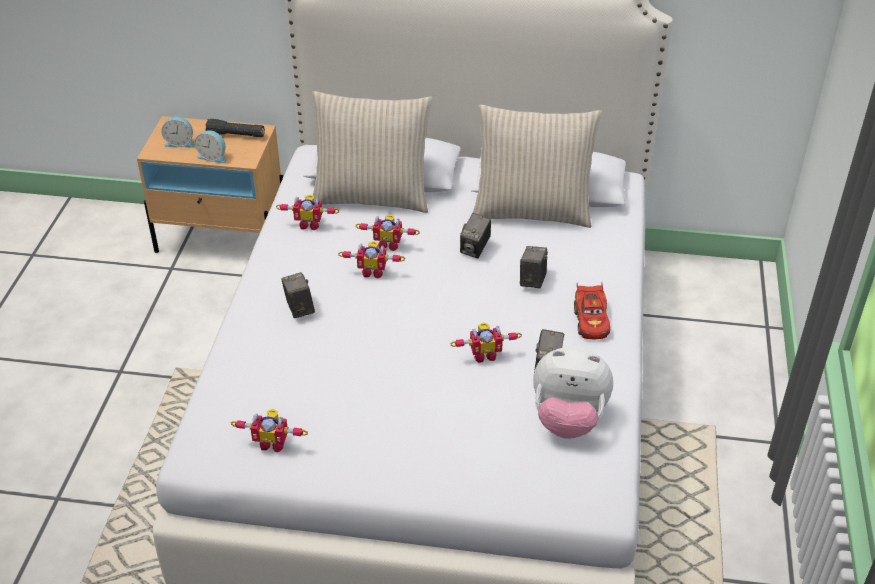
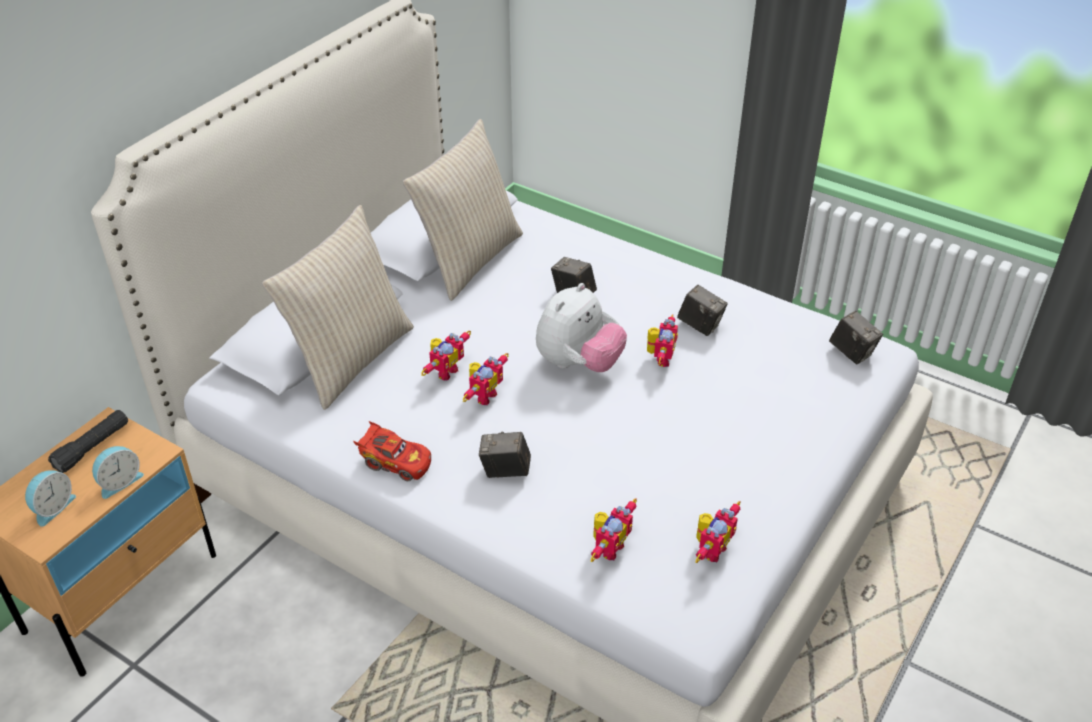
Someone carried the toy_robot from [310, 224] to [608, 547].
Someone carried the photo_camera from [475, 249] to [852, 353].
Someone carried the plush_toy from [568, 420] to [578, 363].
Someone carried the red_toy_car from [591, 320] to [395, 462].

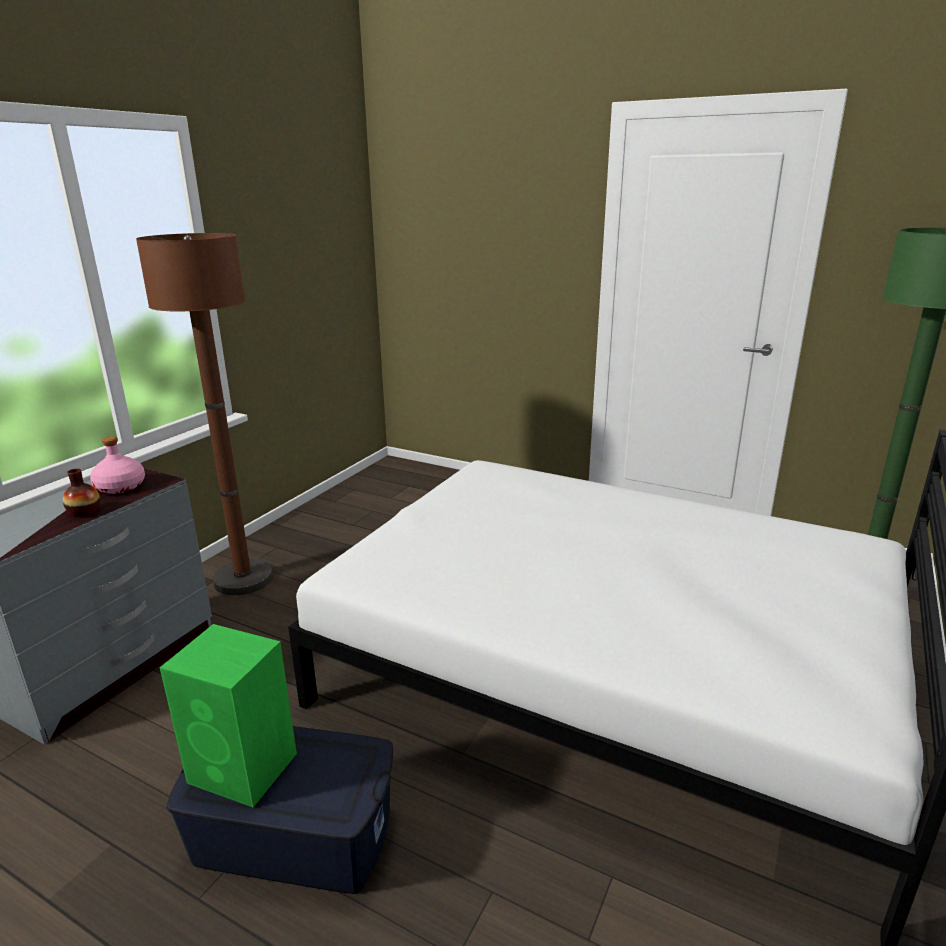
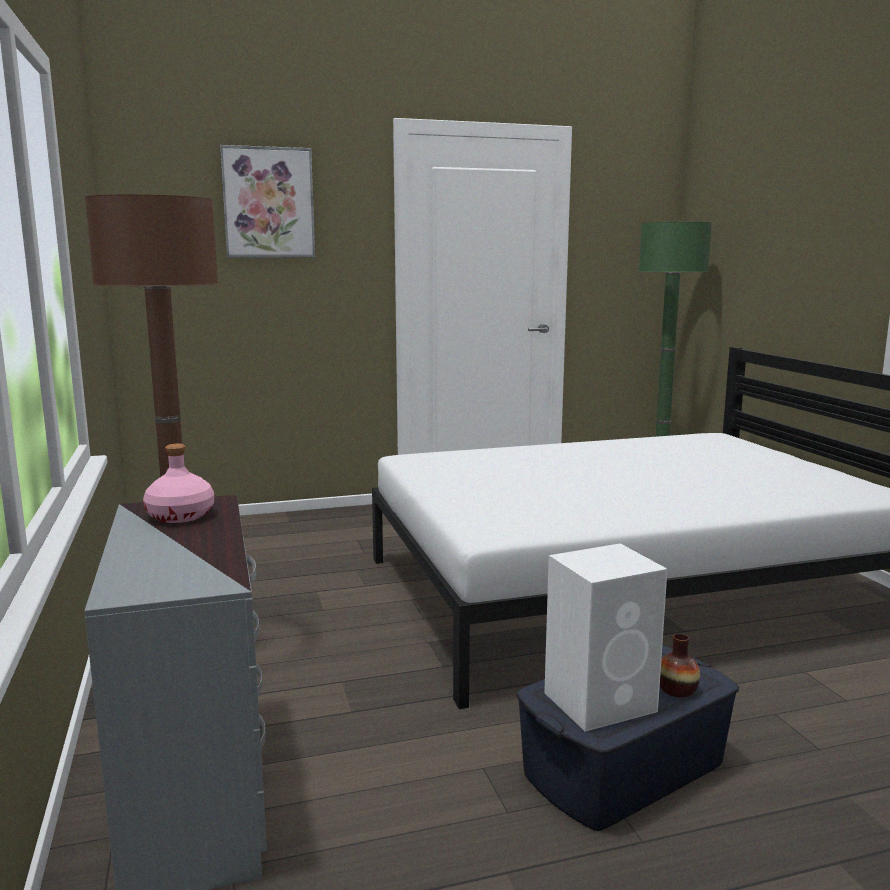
Someone carried the vase from [84, 512] to [677, 690].
Someone repainted the green_speaker at [245, 769], which became the white_speaker at [602, 701].
Someone put up the picture at [268, 203].

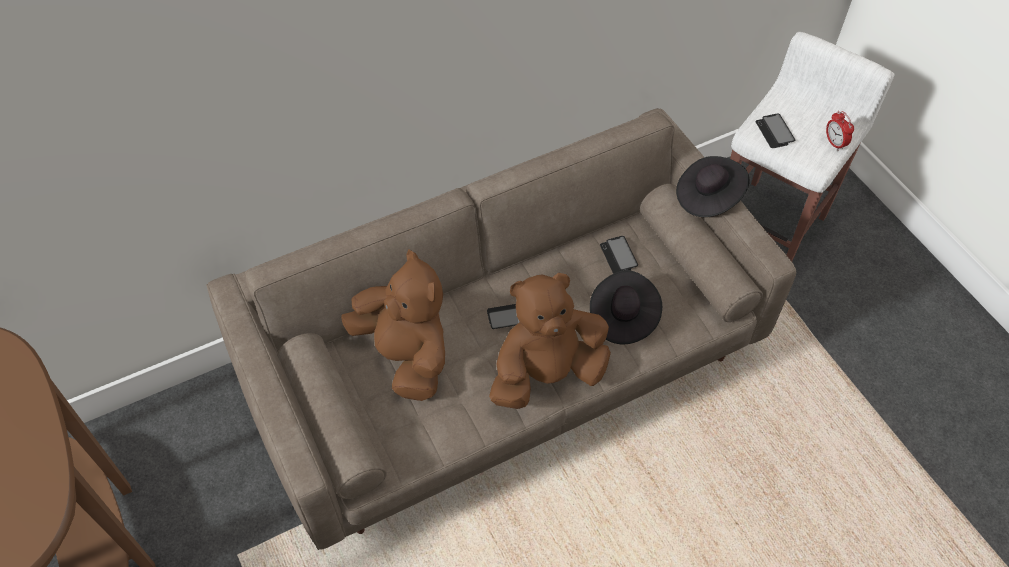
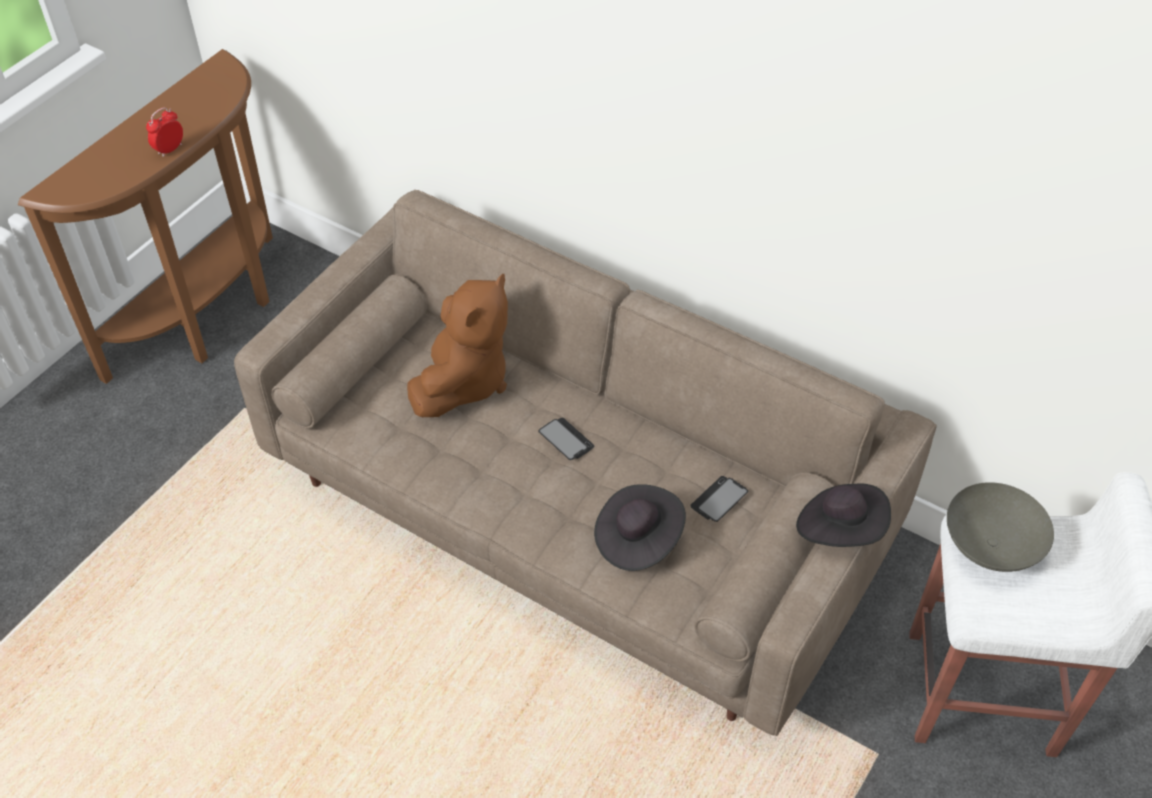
Someone took away the brown_plush_toy at [547, 374].
Someone swapped the phone at [774, 132] for the grey_bowl at [992, 547].
Someone carried the alarm_clock from [834, 143] to [170, 149].

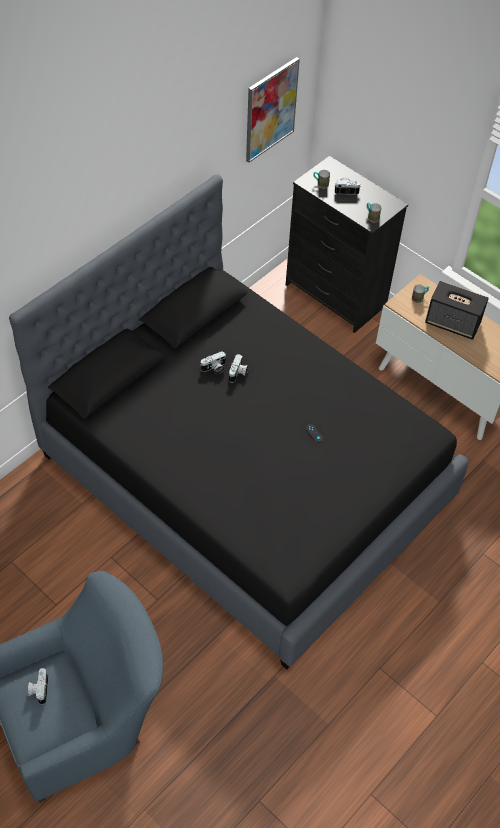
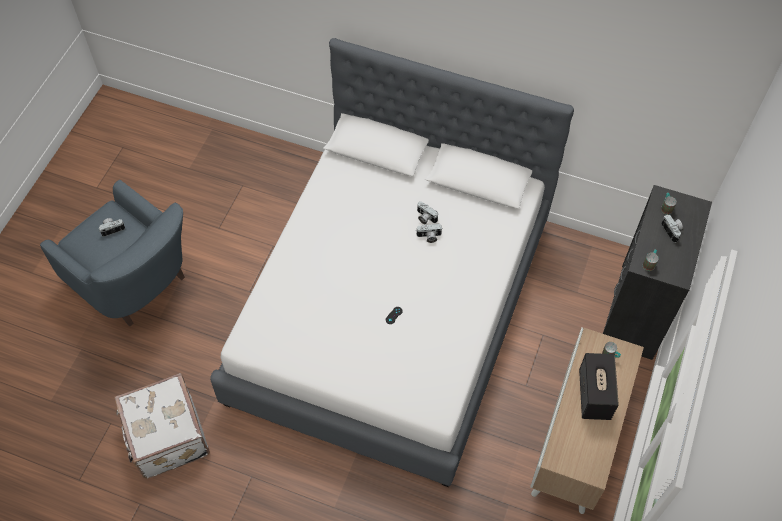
Someone repainted the black_bed at [246, 476], which became the white_bed at [391, 310].
Someone took away the picture at [270, 110].
Someone put down the white_suitcase at [166, 437].

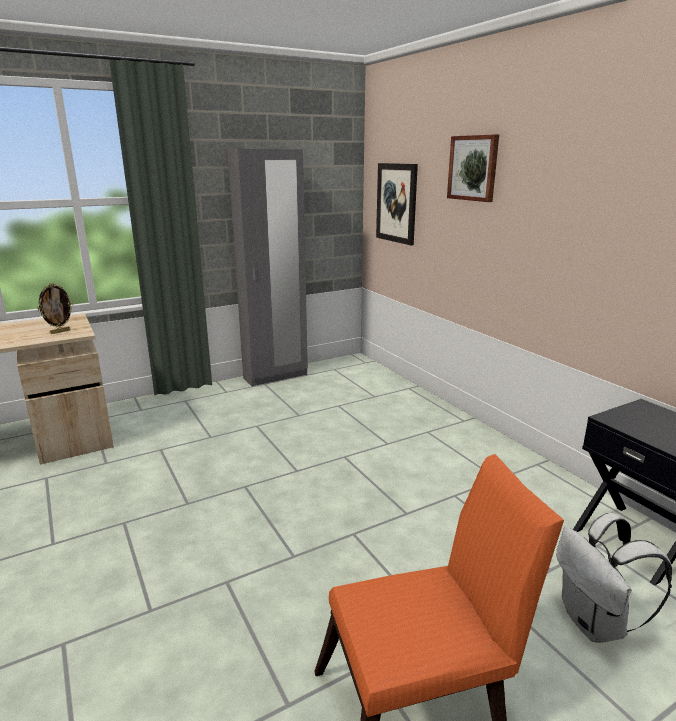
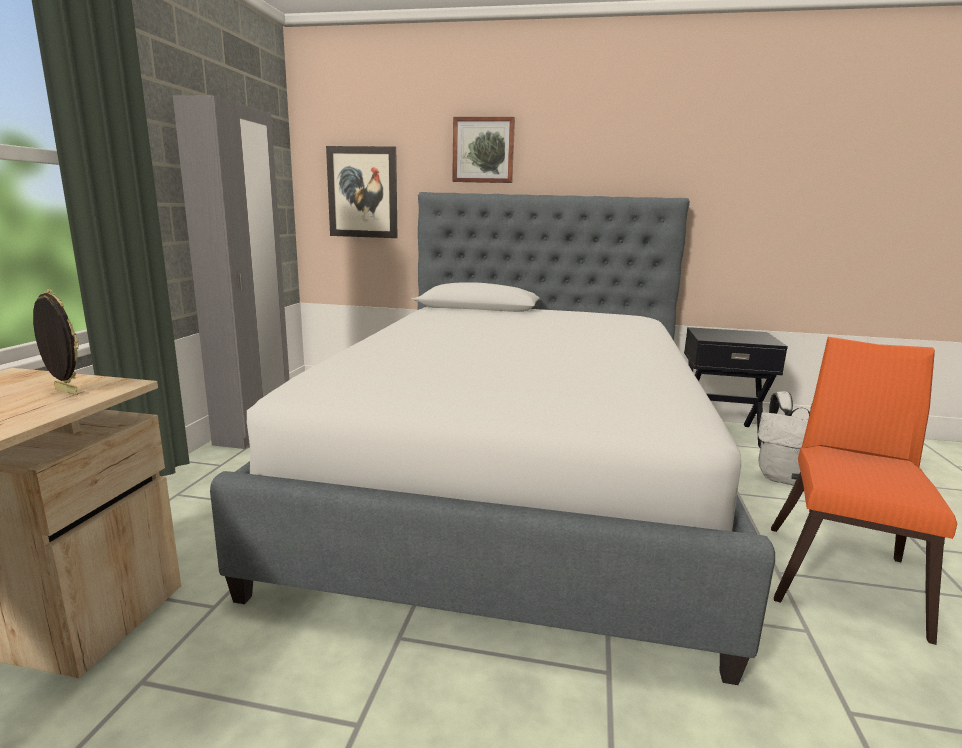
Someone rotated the picture_frame at [60, 332] by 60 degrees counterclockwise.
Someone put down the bed at [514, 480].

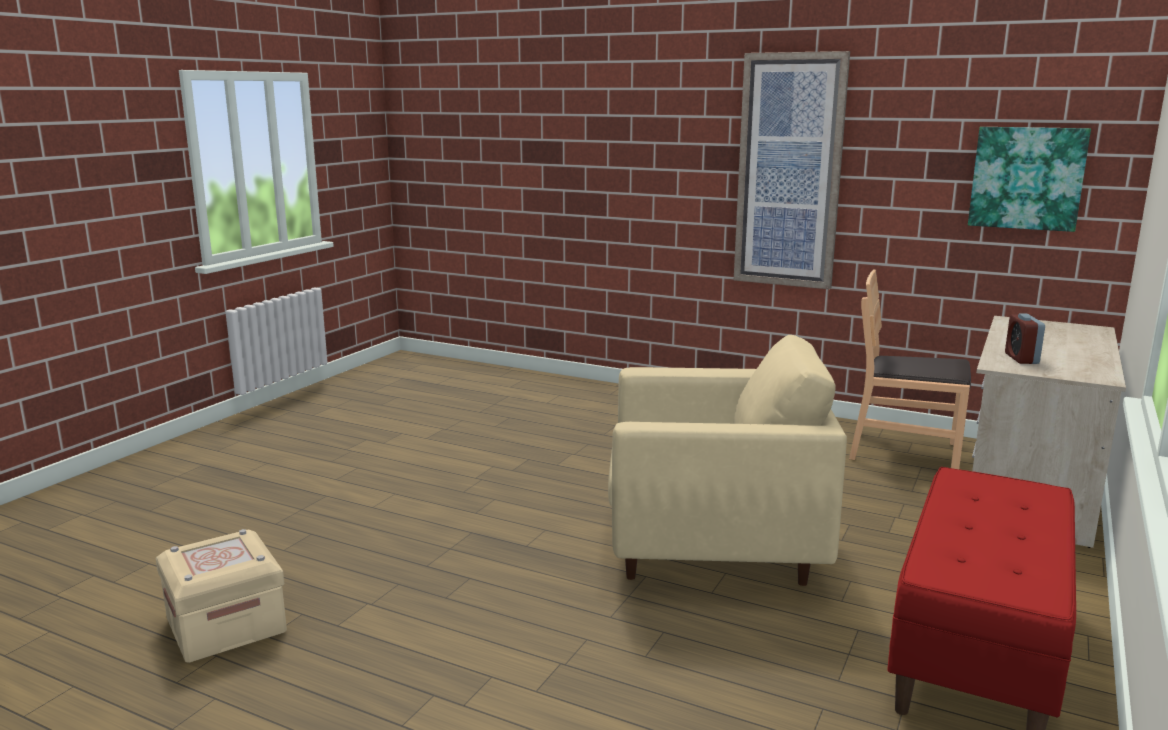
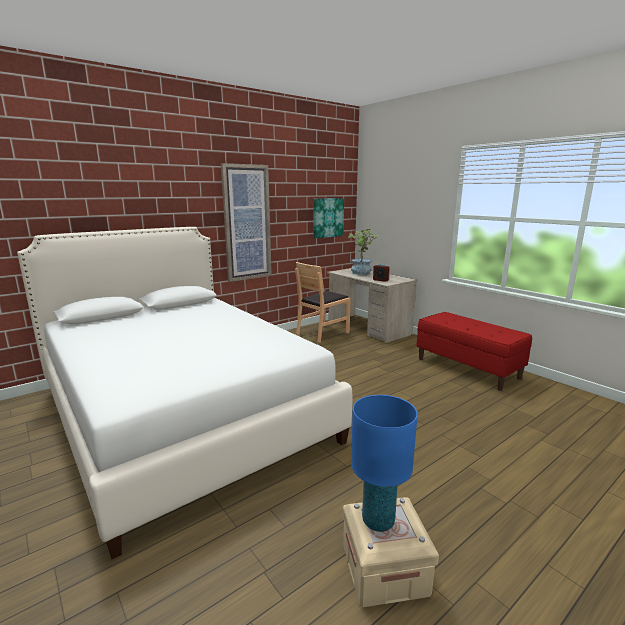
Someone took away the beige_armchair at [712, 550].
Someone put down the white_bed at [182, 413].
Someone put down the potted_plant at [362, 273].
Someone put down the blue_table_lamp at [378, 520].

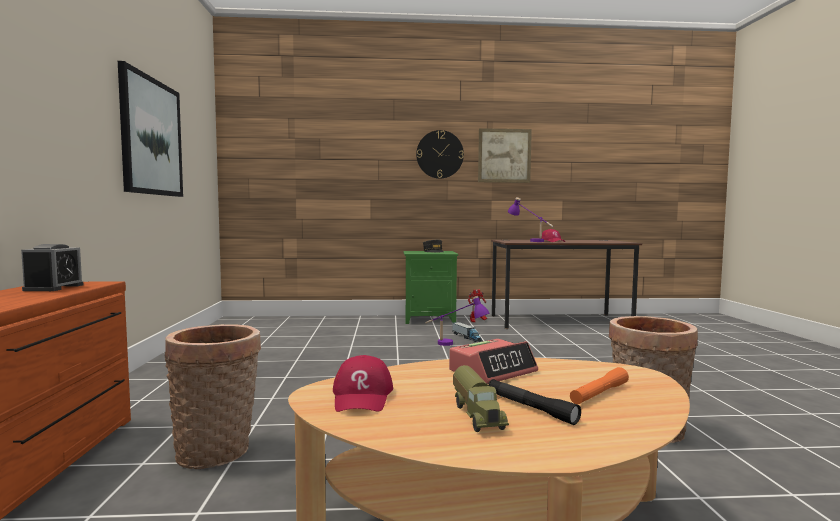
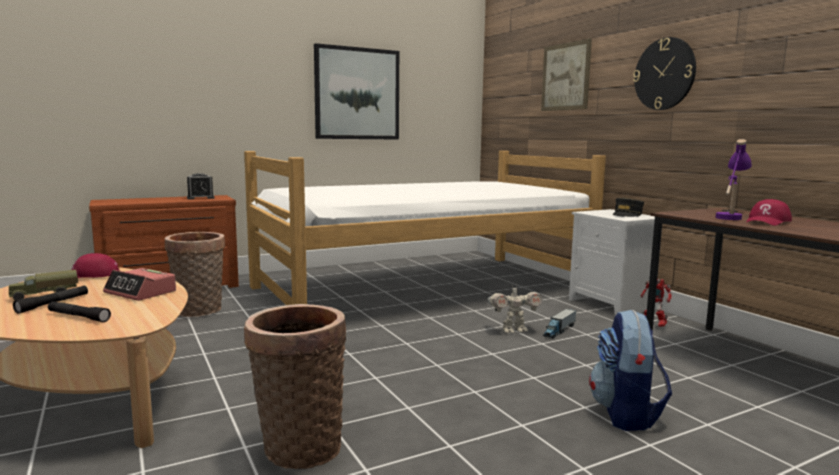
Someone repainted the green_nightstand at [430, 319], which became the white_nightstand at [612, 305].
Someone swapped the purple_table_lamp at [455, 345] for the toy_robot at [513, 330].
Someone carried the picture from [504, 155] to [565, 77].
Someone repainted the orange_flashlight at [599, 394], which became the black_flashlight at [78, 317].
Someone put down the bed at [424, 289].
Someone put down the backpack at [626, 414].

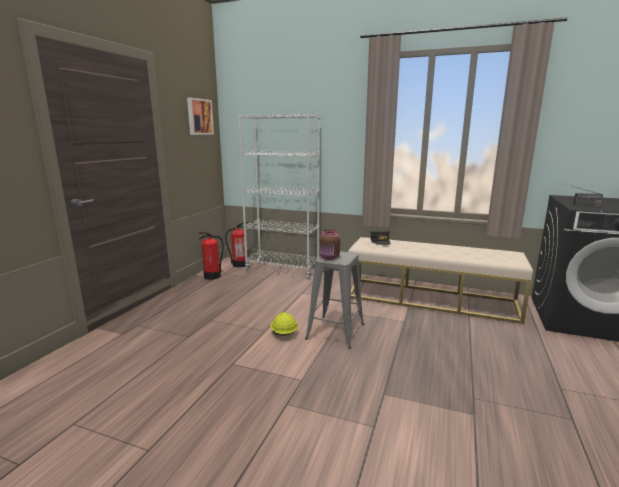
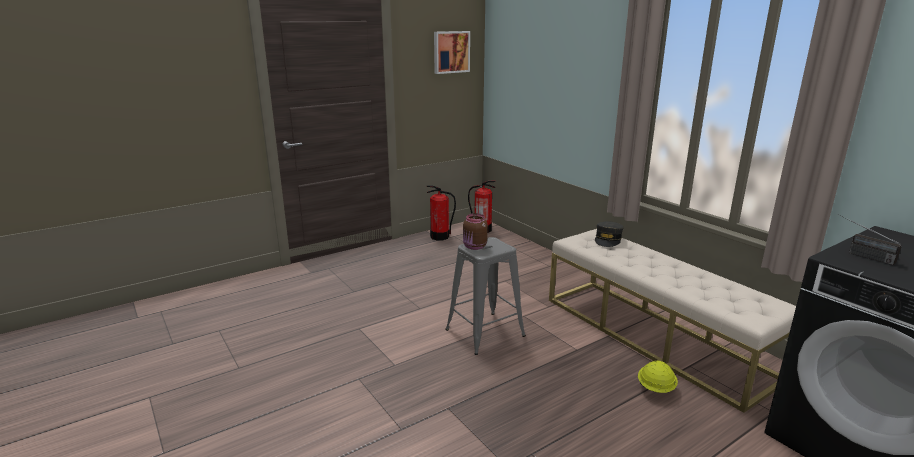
Someone took away the white_bookcase at [282, 270].
Someone carried the yellow_hard_hat from [284, 333] to [655, 388].

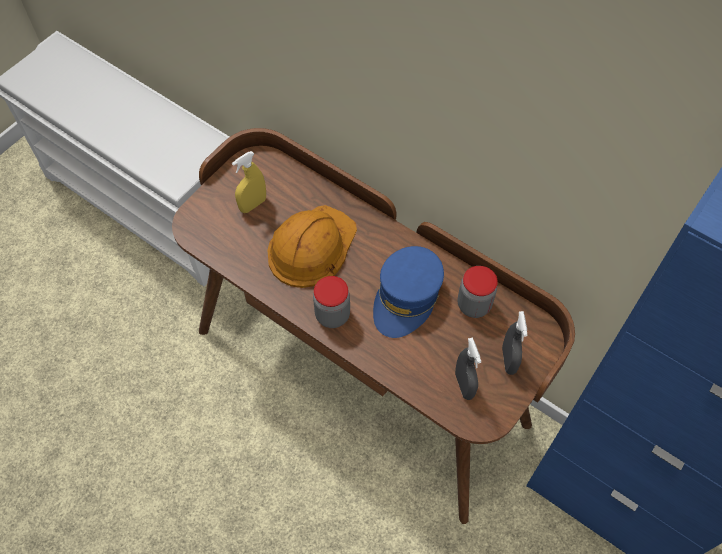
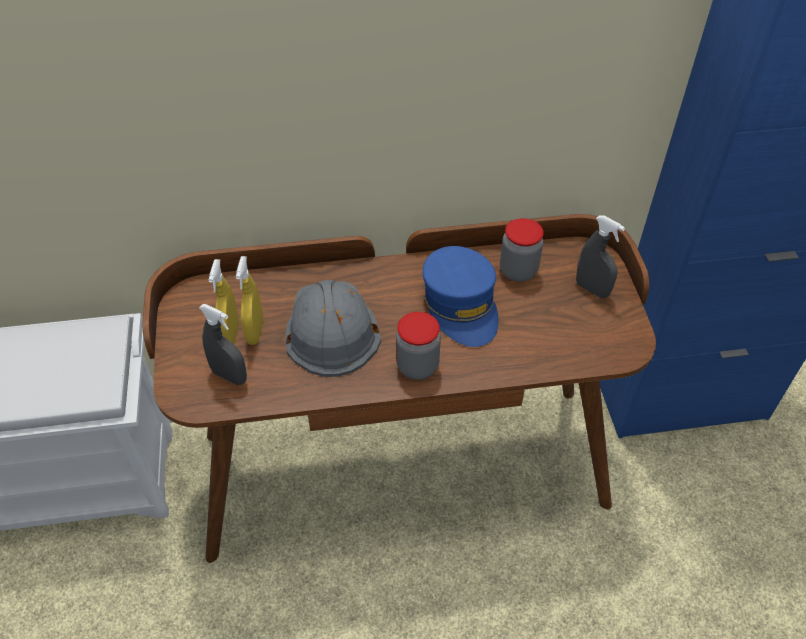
Someone repainted the orange_hard_hat at [311, 247], which became the grey_hard_hat at [330, 328].
Someone carried the grey_spray_bottle from [464, 385] to [229, 376].
Someone put down the yellow_spray_bottle at [255, 332].

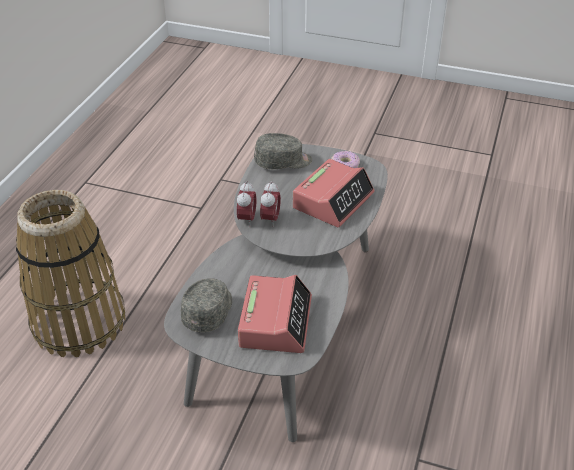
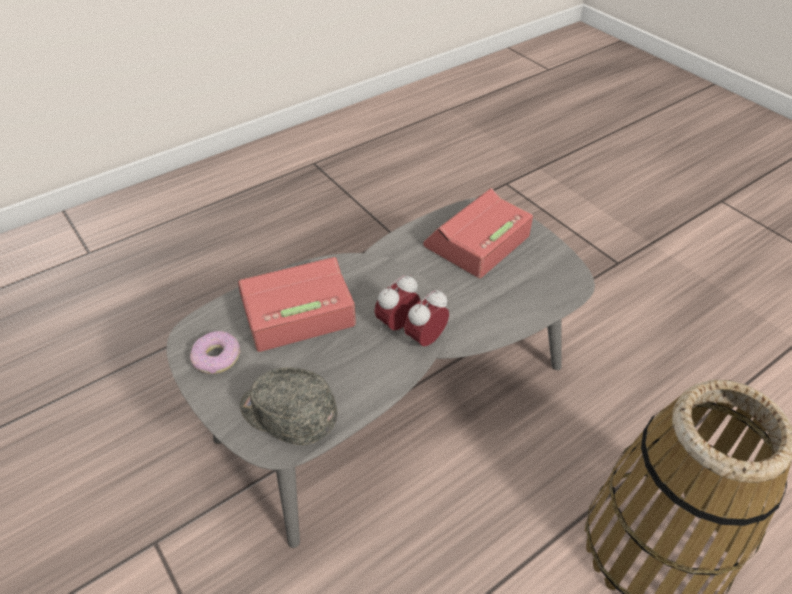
Someone took away the grey_cap at [209, 311].

